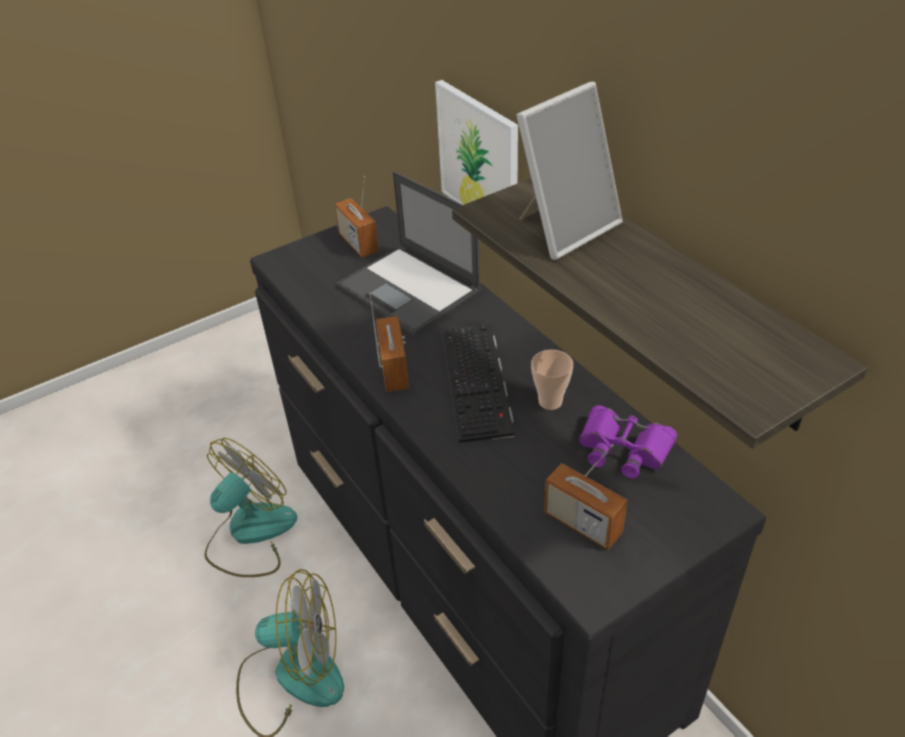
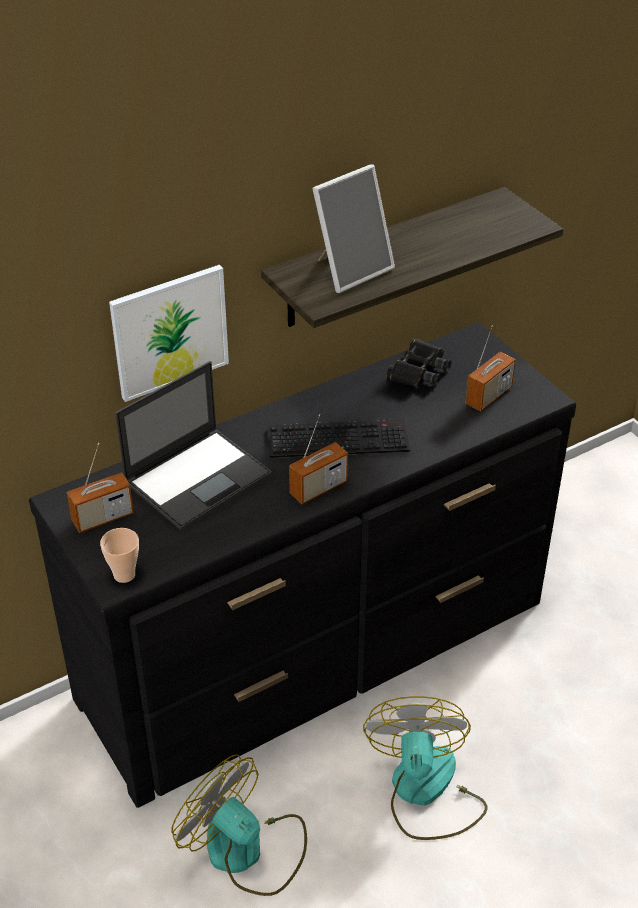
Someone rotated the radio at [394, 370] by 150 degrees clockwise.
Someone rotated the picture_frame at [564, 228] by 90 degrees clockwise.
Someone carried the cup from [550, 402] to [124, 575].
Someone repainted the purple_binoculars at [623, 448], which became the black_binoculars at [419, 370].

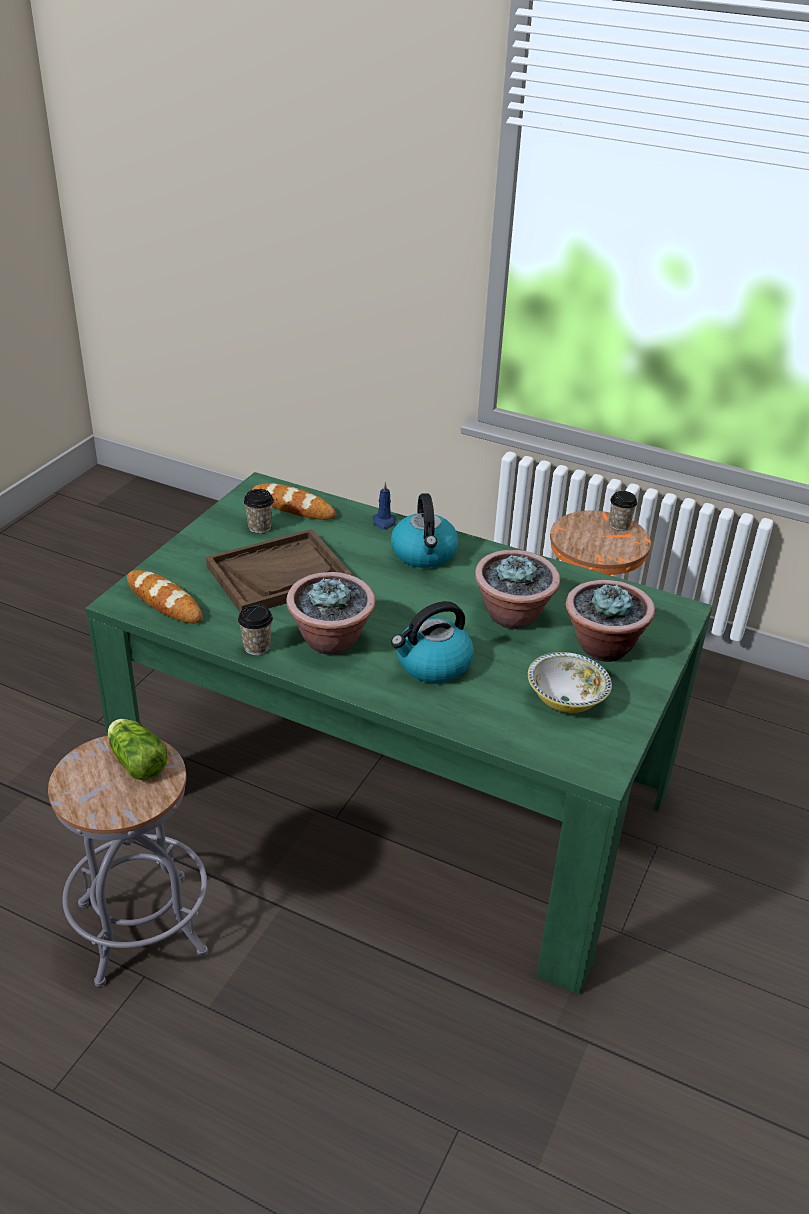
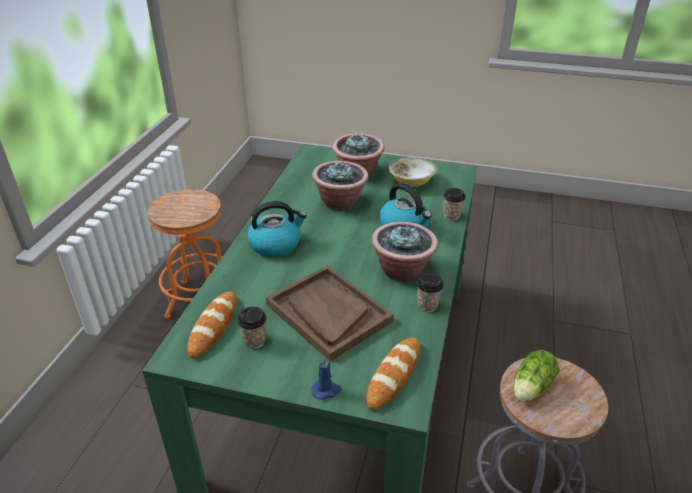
Someone carried the blue_candle from [384, 522] to [326, 390].
Someone carried the cup from [619, 525] to [451, 216].

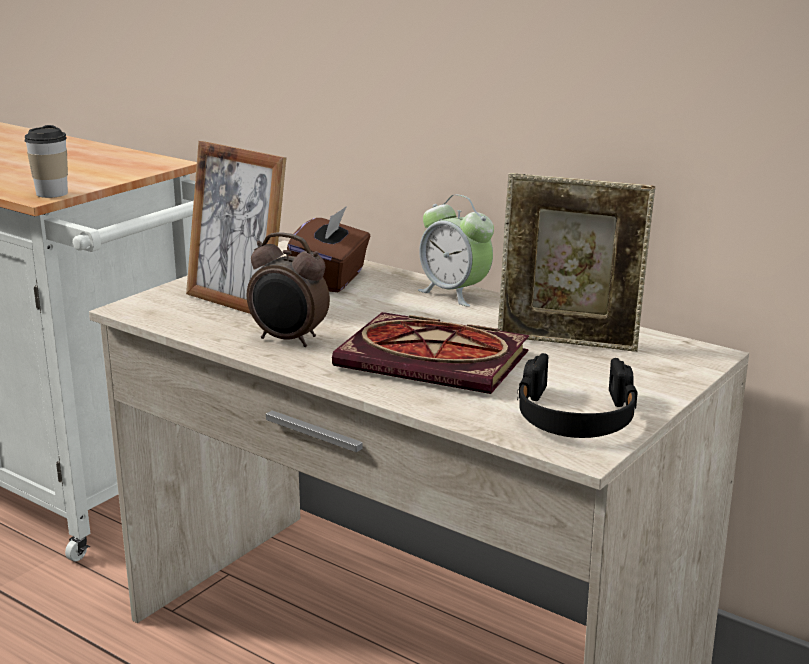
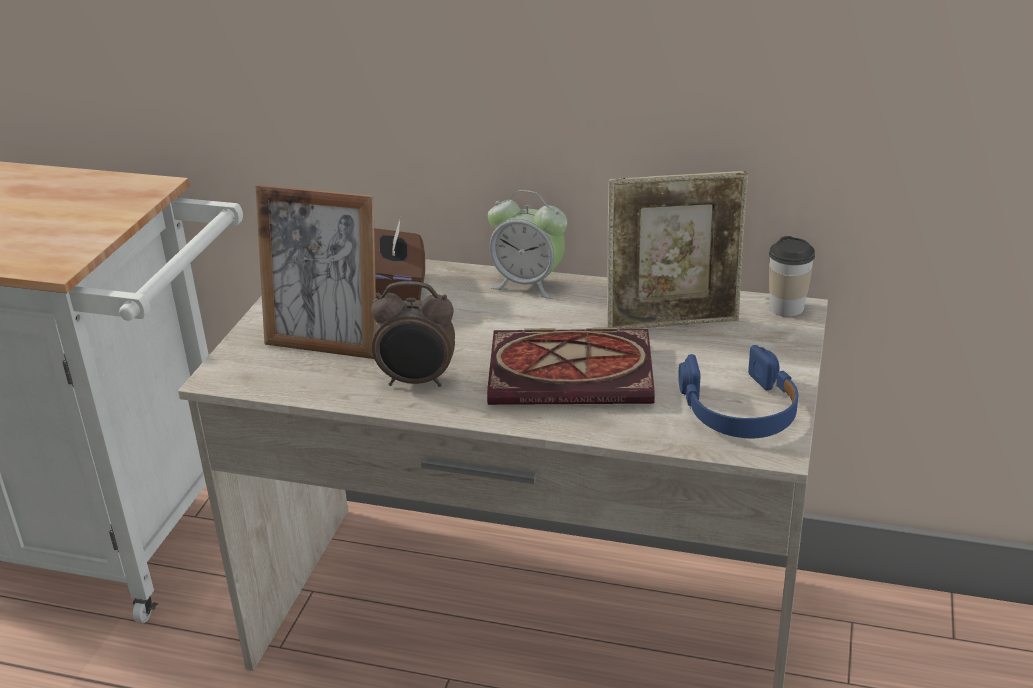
Someone carried the cup from [52, 193] to [786, 308].
Someone repainted the black_headphones at [575, 415], which became the blue_headphones at [740, 409].

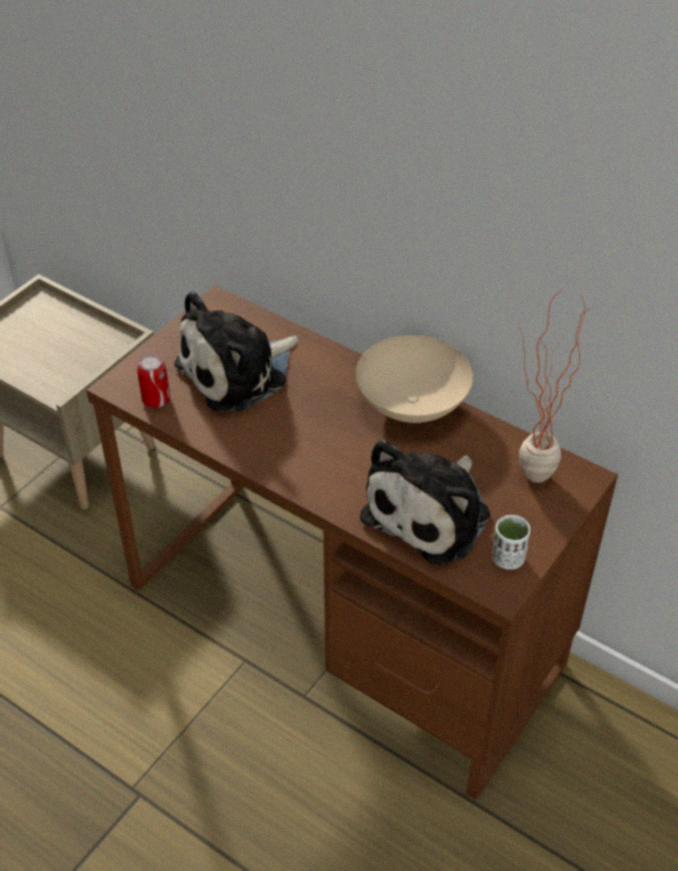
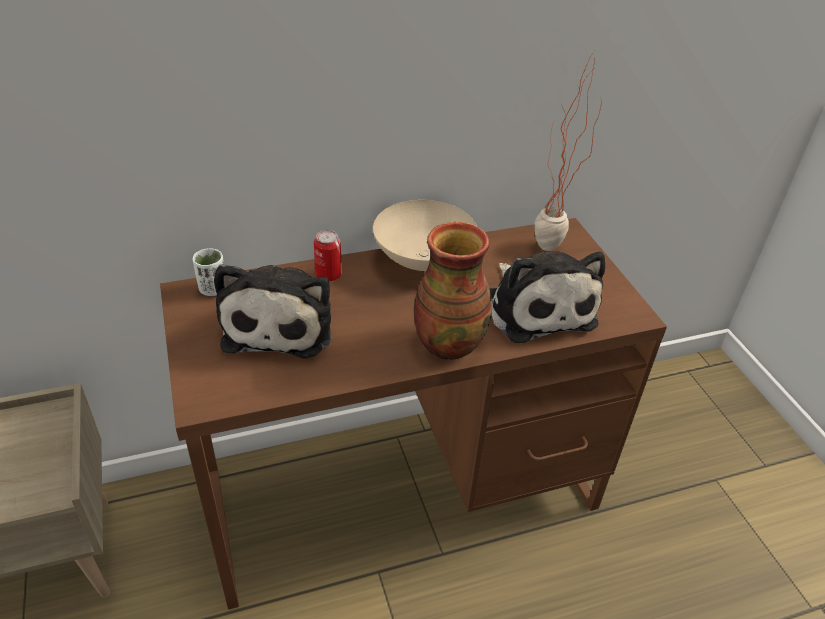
Someone carried the can from [156, 400] to [328, 275].
Someone carried the white_cup from [508, 558] to [213, 289].
Someone put down the vase at [448, 343].

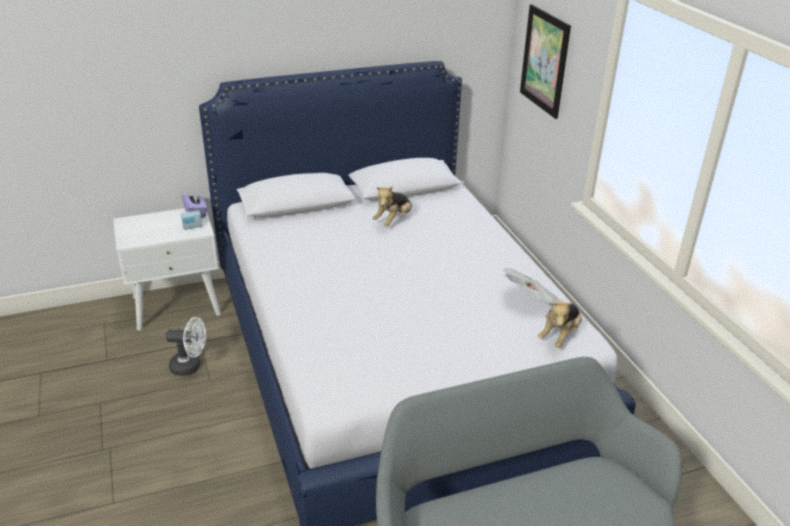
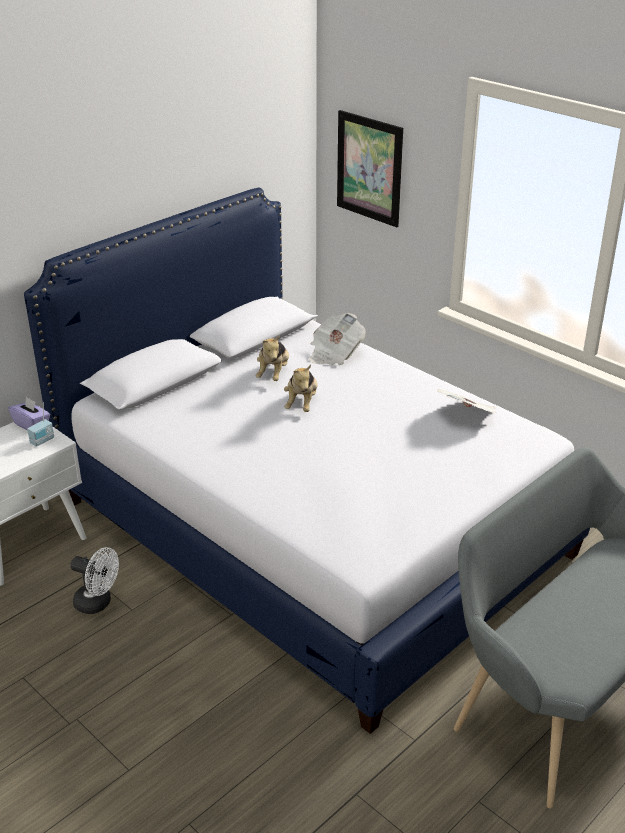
Someone rotated the white_fan at [190, 366] by 45 degrees clockwise.
Someone carried the plush_toy from [560, 336] to [302, 403].
Someone put down the newspaper at [334, 354].

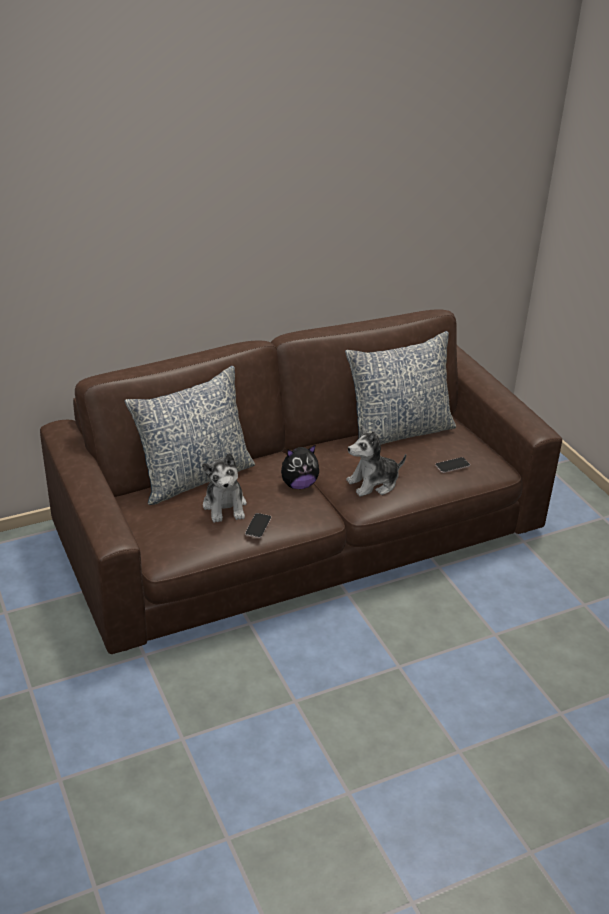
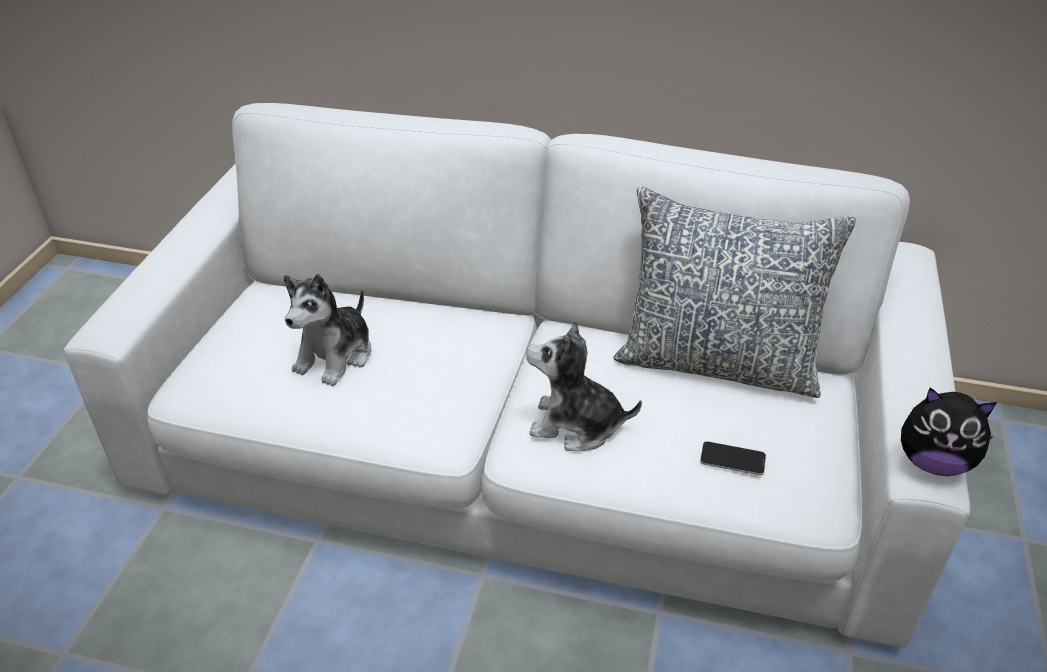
Someone repainted the brown_sofa at [301, 530], which became the white_sofa at [523, 444].
Someone took away the pillow at [194, 477].
Someone took away the phone at [258, 526].
Someone carried the plush_toy from [298, 485] to [933, 462].

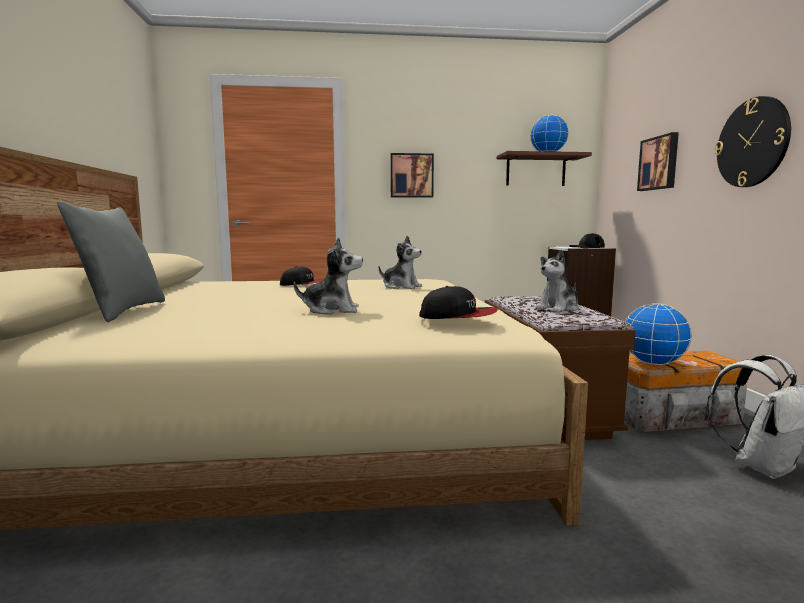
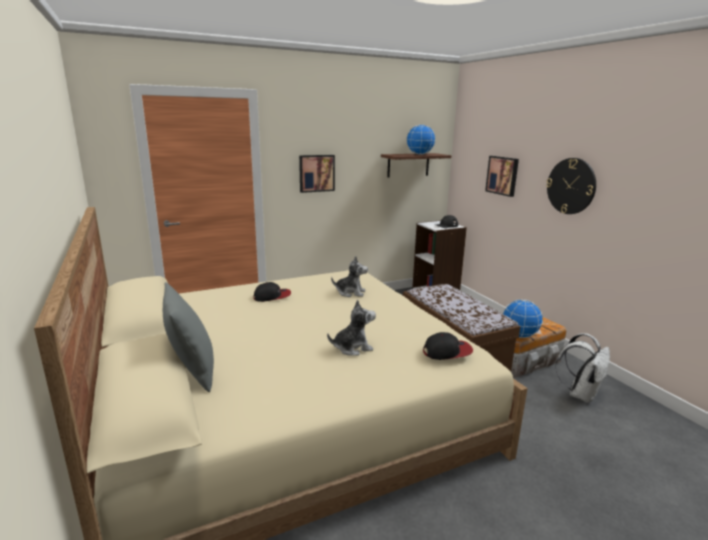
Someone took away the plush_toy at [558, 308].

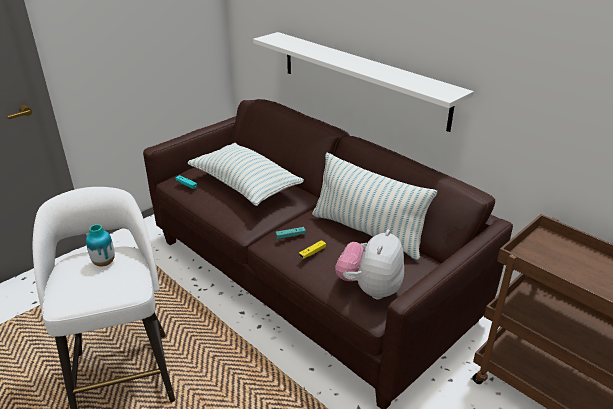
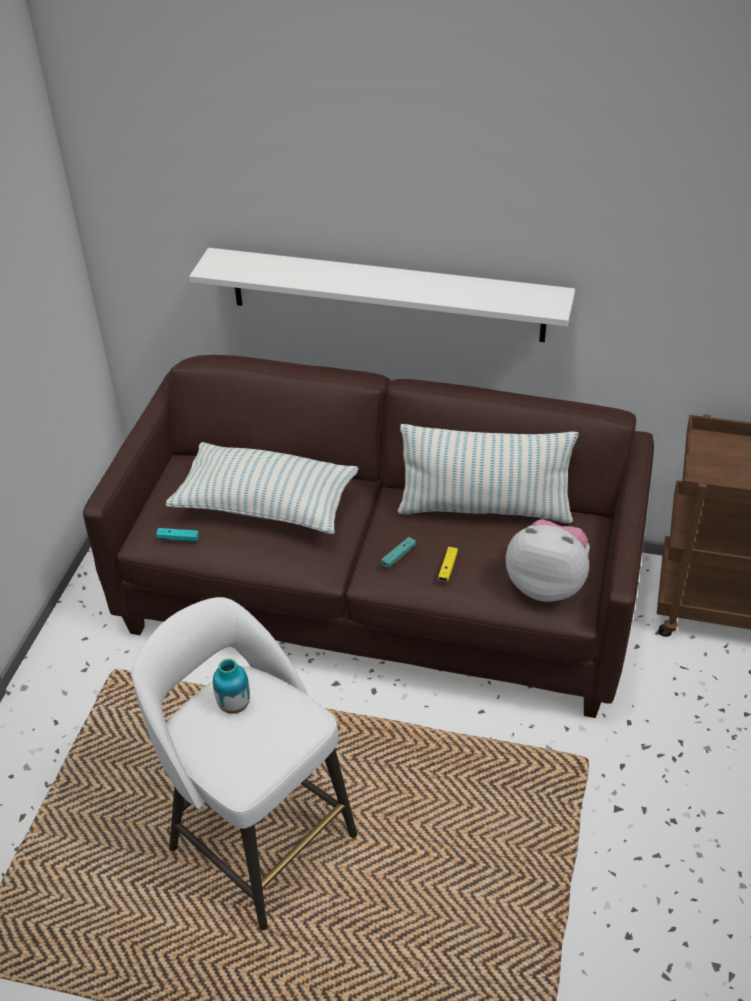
Someone rotated the plush_toy at [370, 288] by 120 degrees clockwise.

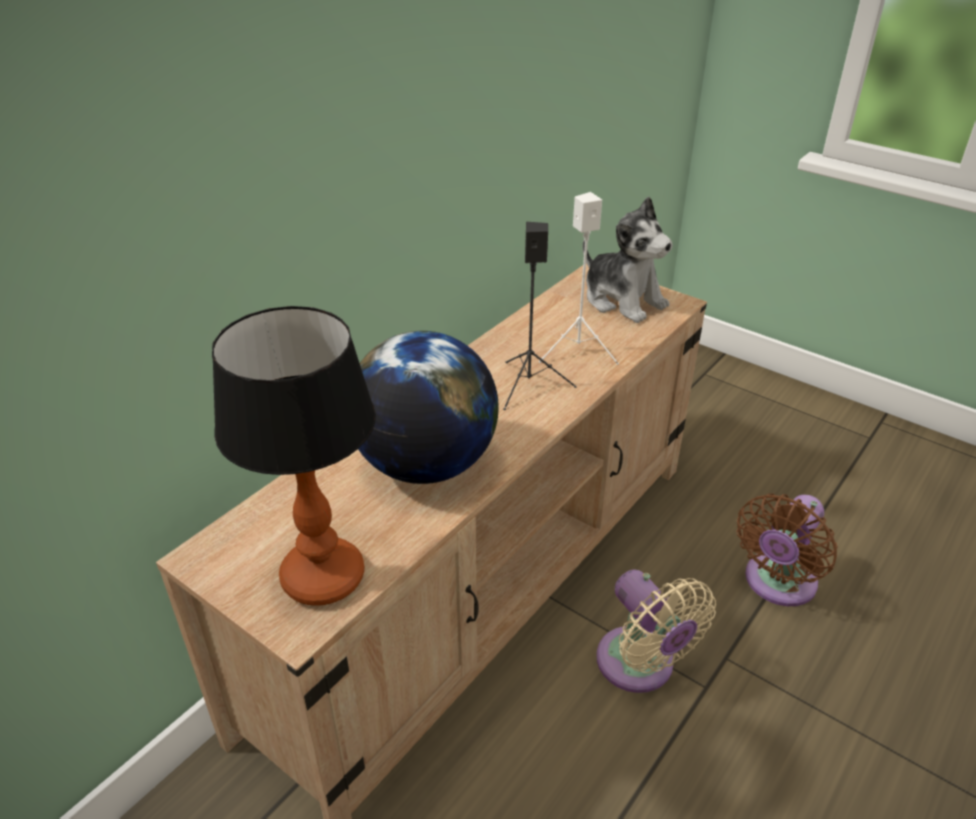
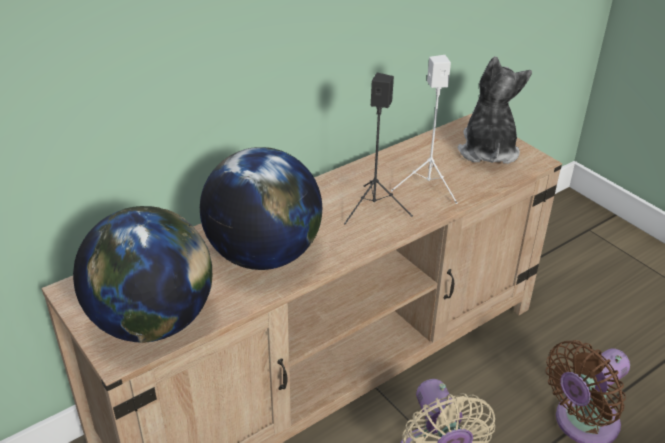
Someone swapped the table_lamp at [324, 576] for the globe at [153, 323].
Someone rotated the plush_toy at [623, 300] by 150 degrees counterclockwise.

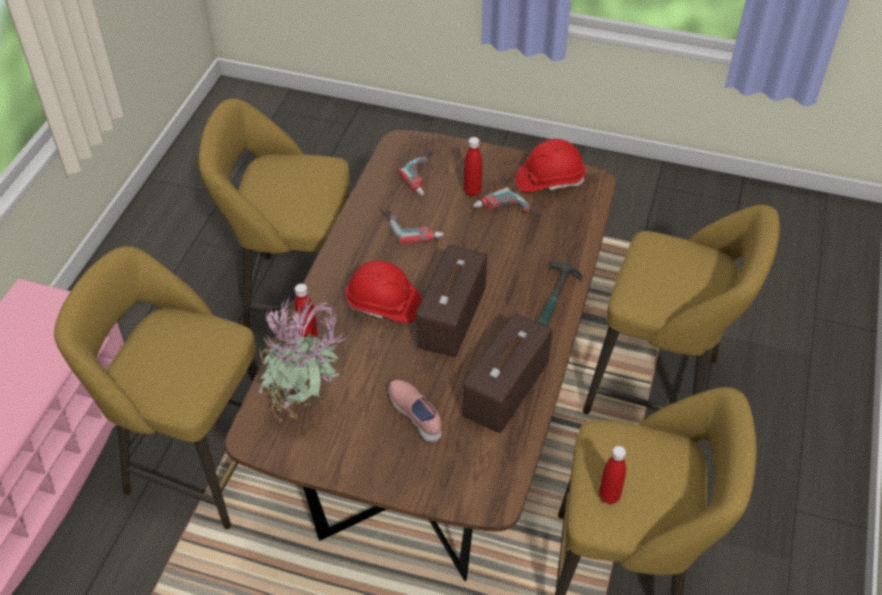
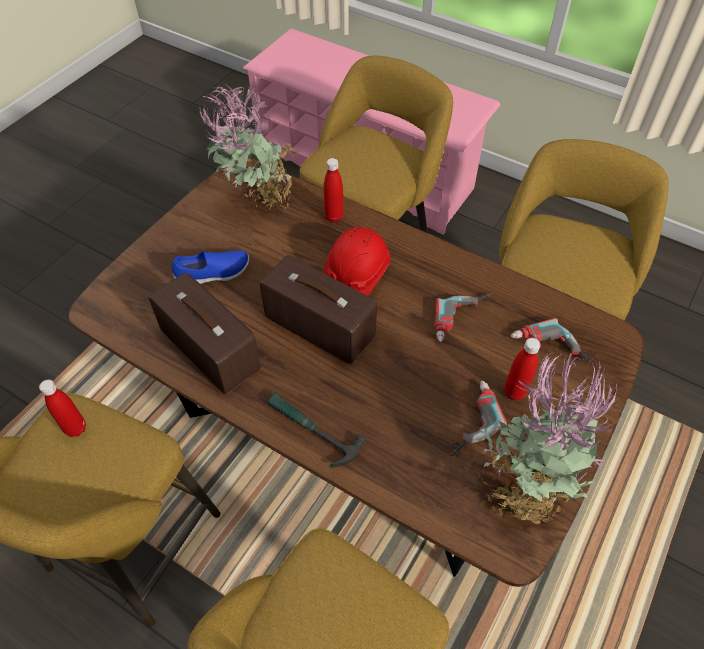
Someone repainted the pink_shoe at [416, 415], which became the blue_shoe at [213, 275].
Someone swapped the red_hard_hat at [549, 180] for the potted_plant at [525, 489].

